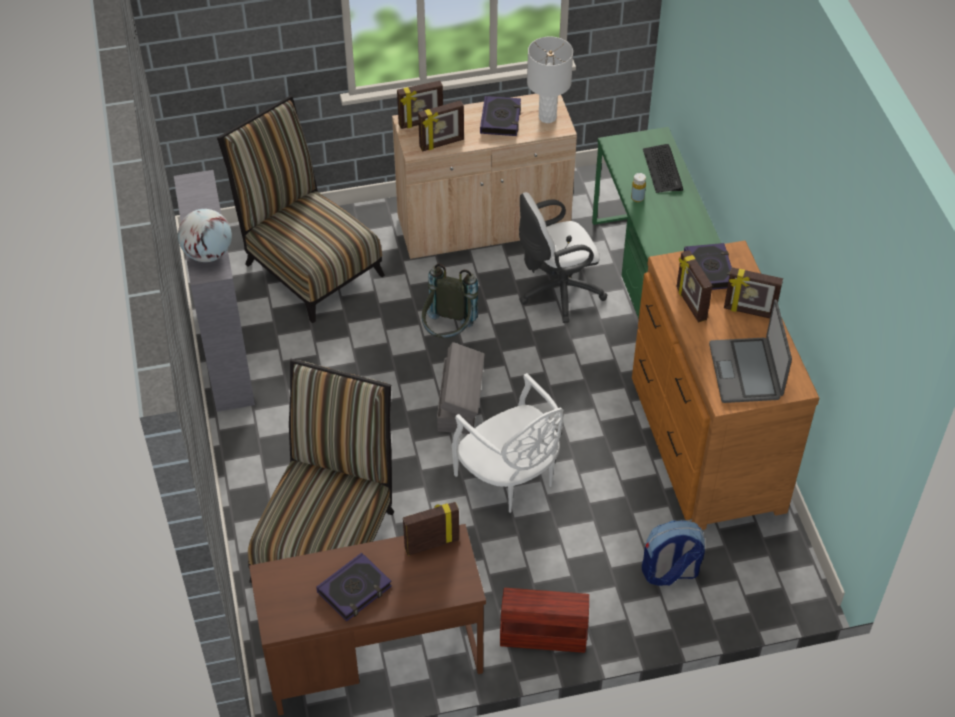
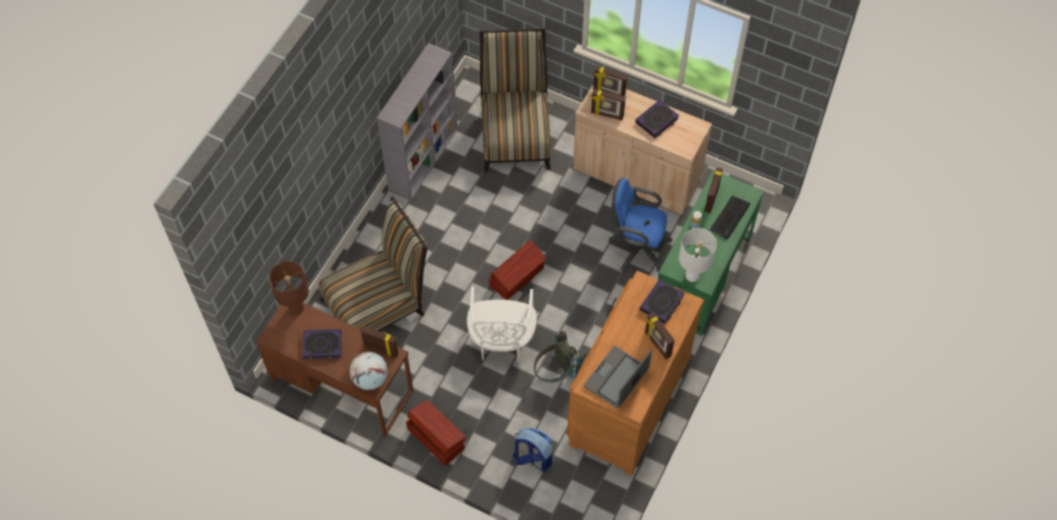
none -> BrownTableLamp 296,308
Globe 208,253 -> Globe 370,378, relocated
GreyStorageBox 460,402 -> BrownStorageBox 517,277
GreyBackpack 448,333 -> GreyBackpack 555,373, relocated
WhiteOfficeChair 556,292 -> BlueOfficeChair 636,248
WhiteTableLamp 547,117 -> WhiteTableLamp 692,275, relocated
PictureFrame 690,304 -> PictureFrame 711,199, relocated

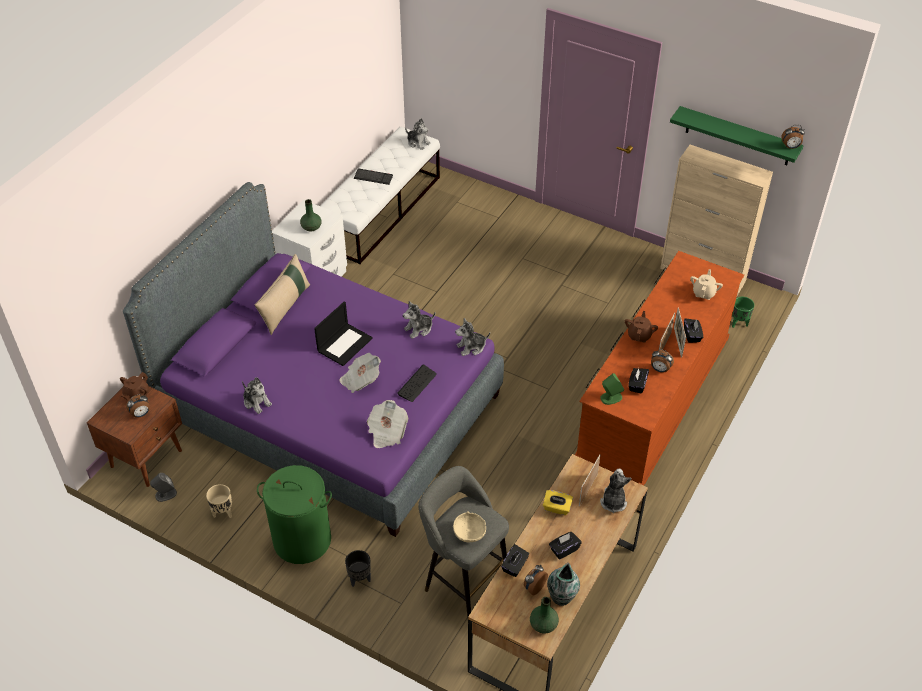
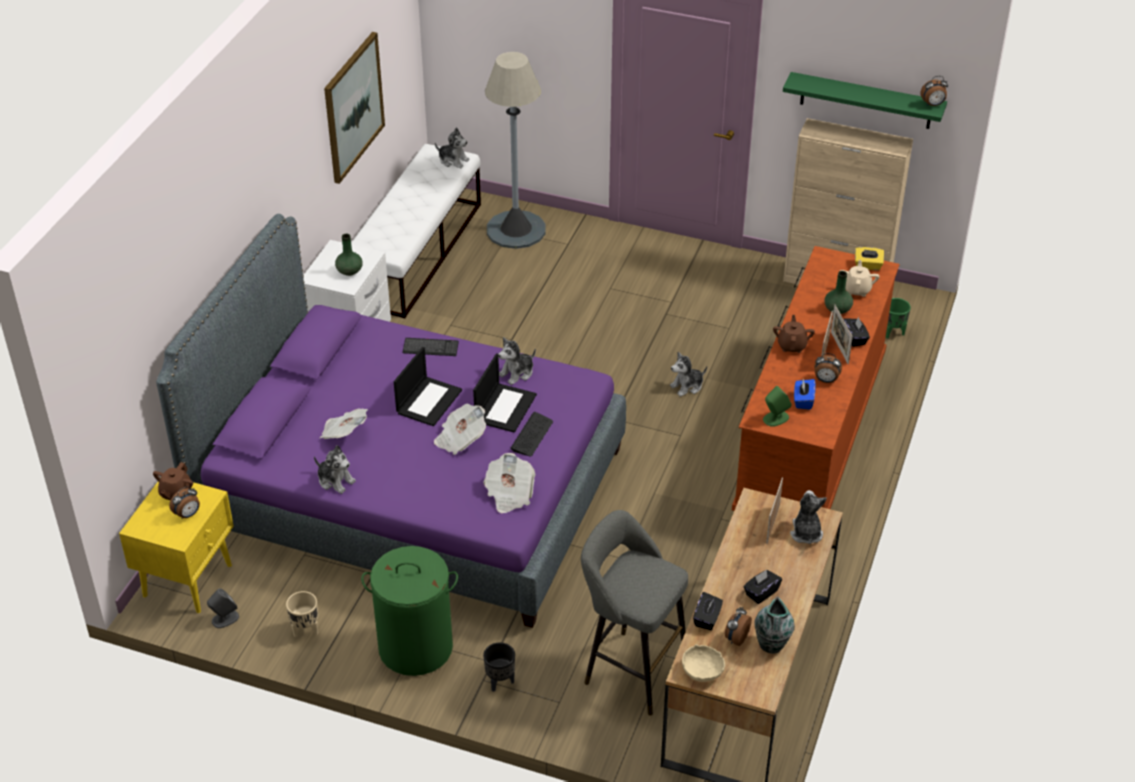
BrownNightstand 147,458 -> YellowNightstand 189,579
none -> Newspaper 344,433
none -> Picture 353,107
Keyboard 373,177 -> Keyboard 430,348, relocated
none -> Laptop 505,407
none -> GreyFloorLamp 516,230
PlushToy 471,347 -> PlushToy 687,386, relocated
BeigeBowl 469,533 -> BeigeBowl 702,671, relocated
BlackTissueBox 637,385 -> BlueTissueBox 803,401
GreenVase 543,624 -> GreenVase 837,309, relocated
YellowTissueBox 557,508 -> YellowTissueBox 868,266, relocated
BeigePillow 285,307 -> none

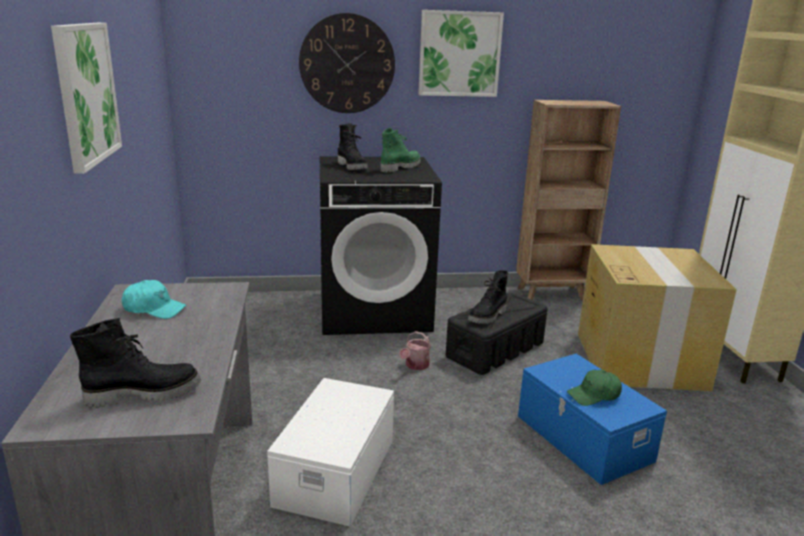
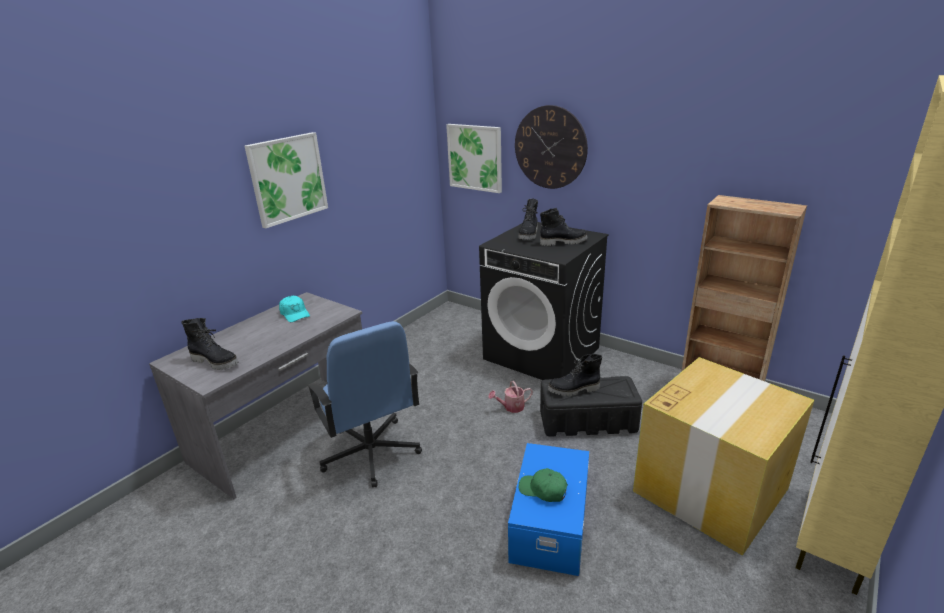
WhiteStorageBox 334,471 -> BlueOfficeChair 371,453
Picture 459,54 -> Picture 475,157, relocated
GreenBoot 399,167 -> BlackBoot 563,242

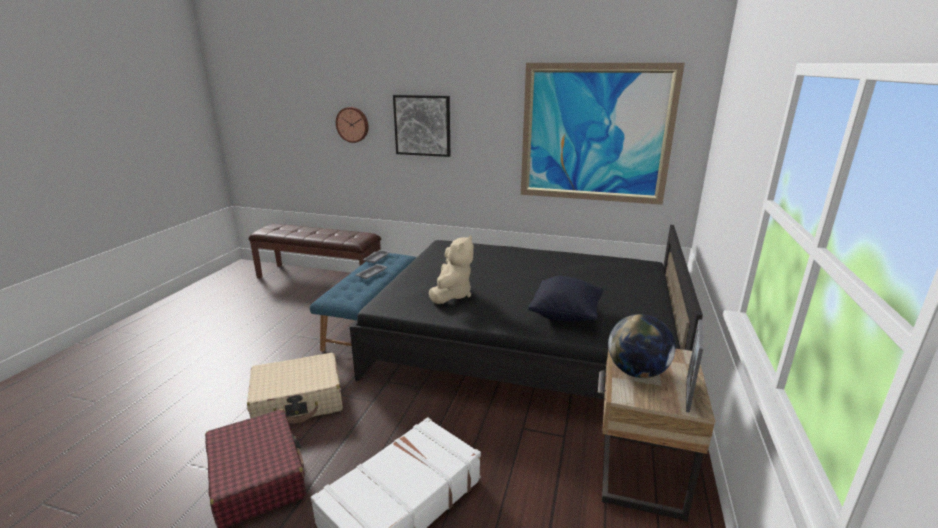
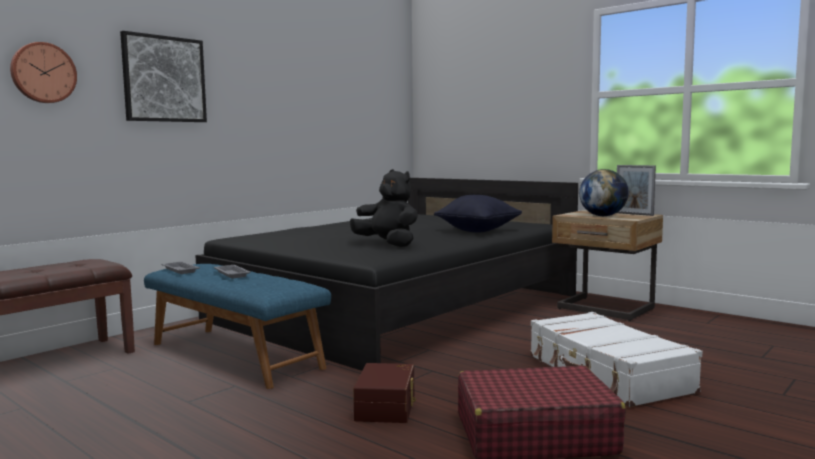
BeigePlushToy 452,295 -> BlackPlushToy 388,244
BeigeSuitcase 298,400 -> BrownStorageBox 387,407
Picture 595,134 -> none

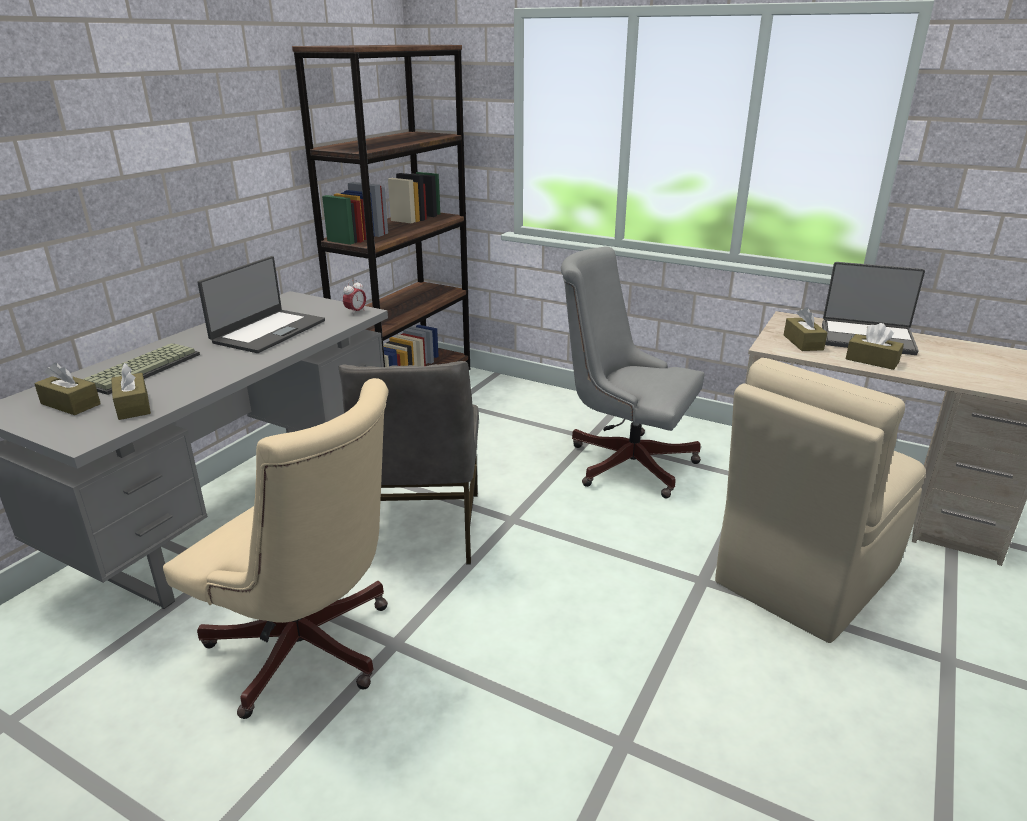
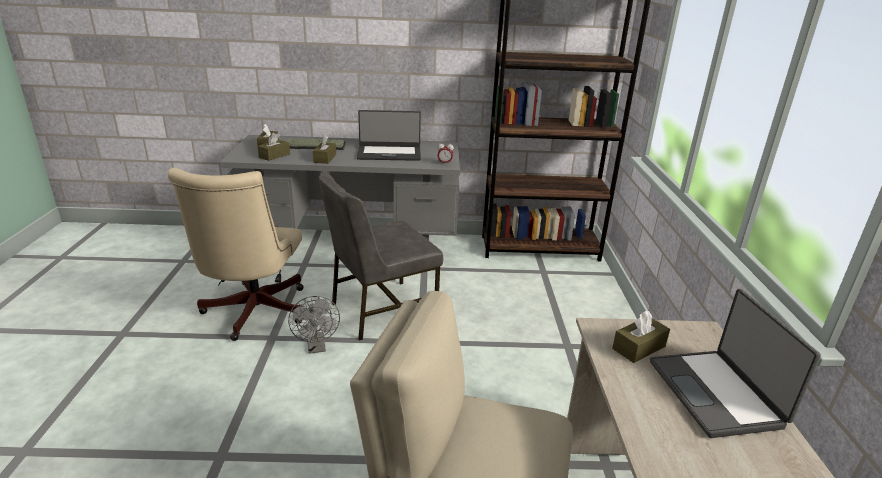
none -> GreyFan 317,347
BrownTissueBox 872,360 -> BrownTissueBox 325,158, relocated
GreyOfficeChair 624,461 -> none

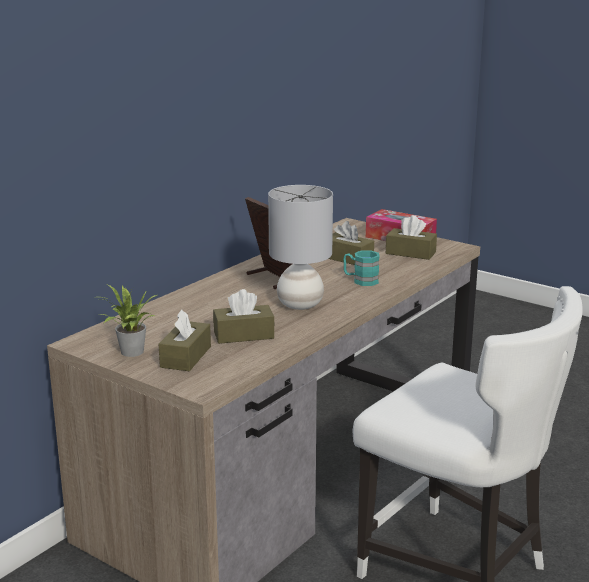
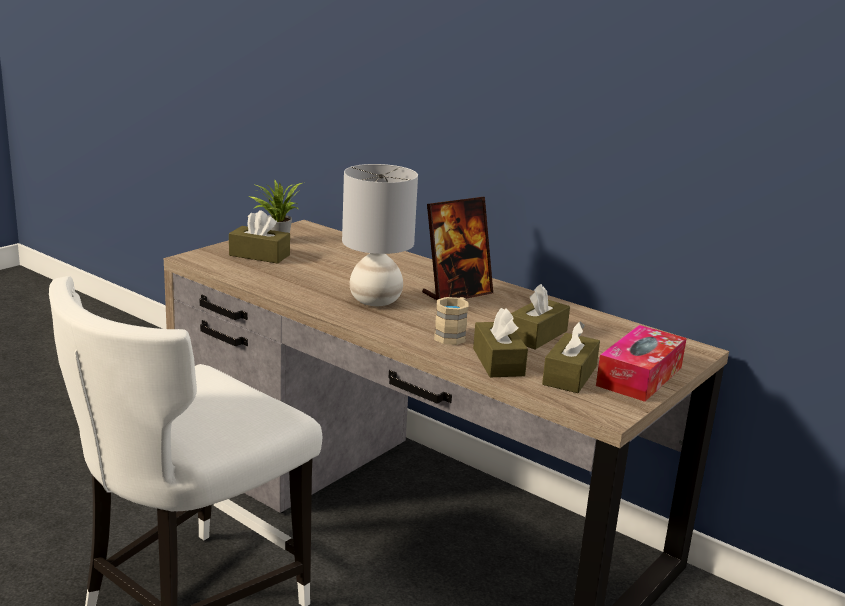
TurquoiseMug 360,280 -> BeigeMug 452,335
BrownTissueBox 243,335 -> BrownTissueBox 498,362, relocated

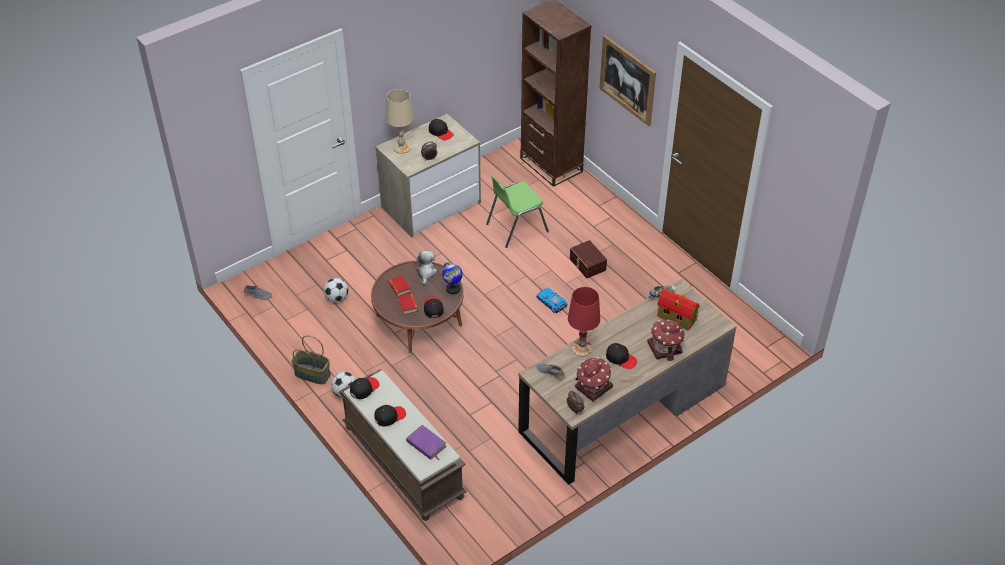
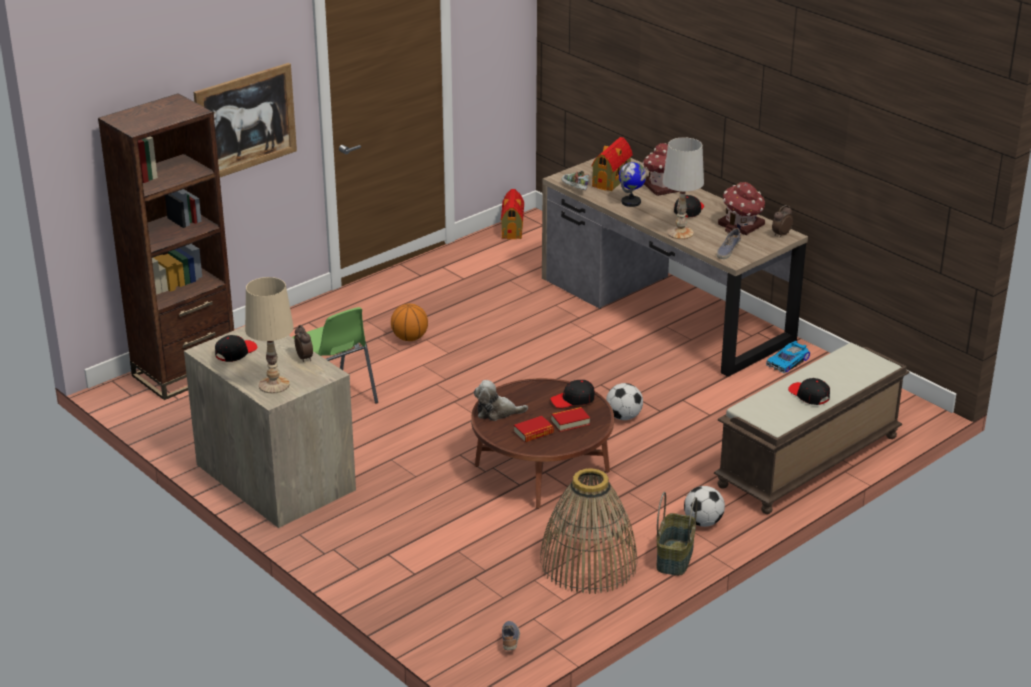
BrownStorageBox 587,264 -> Basketball 410,338
none -> ToyHouse 512,229
none -> Basket 588,563
Football 337,298 -> Football 623,417, relocated
Globe 453,289 -> Globe 631,202, relocated
RedTableLamp 582,348 -> WhiteTableLamp 680,233
ToyCar 551,302 -> ToyCar 788,362, relocated
BlackCap 364,389 -> none
PurpleBook 426,444 -> none

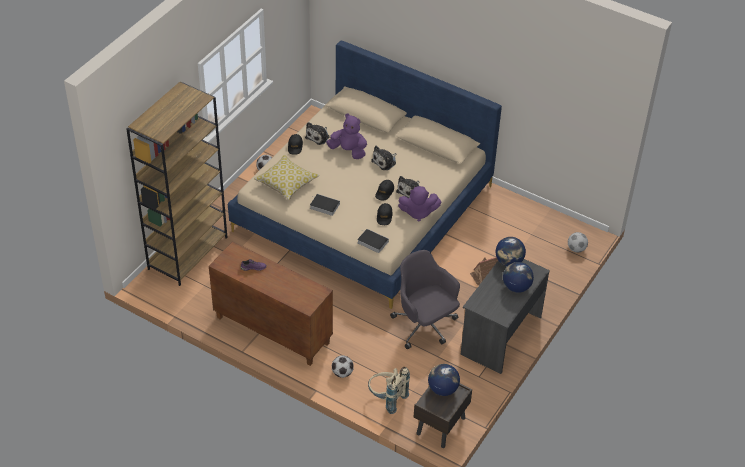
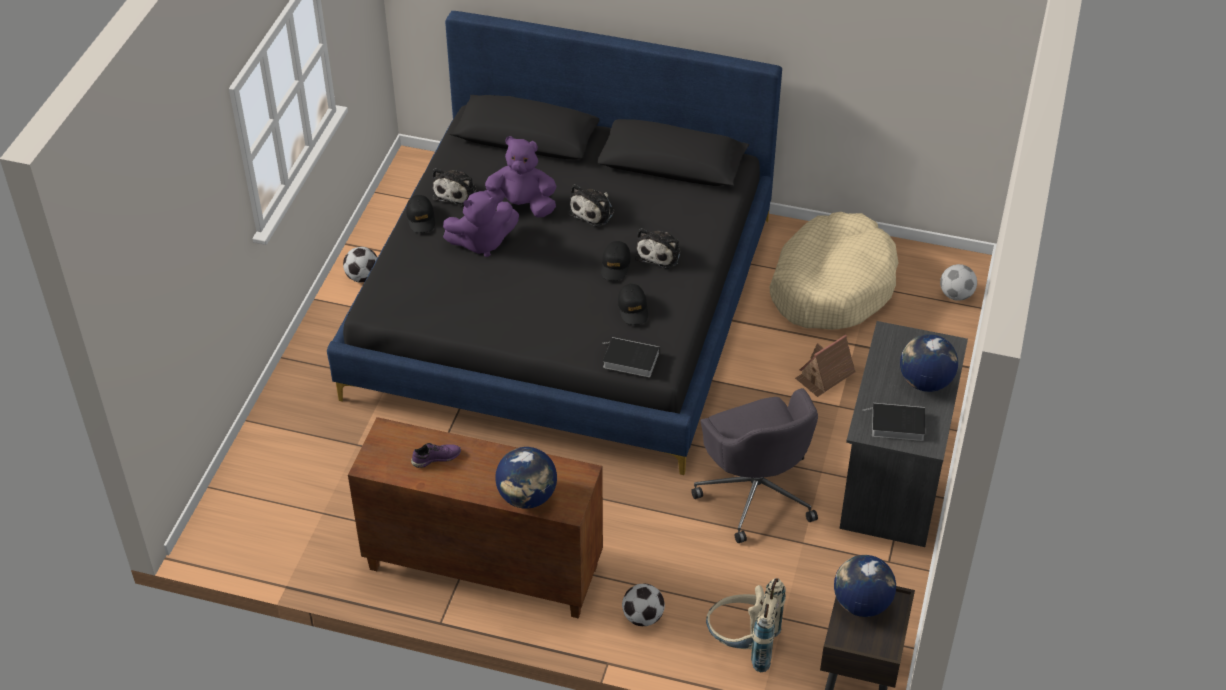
BeigeBed 364,208 -> BlackBed 564,305
PurplePlushToy 418,212 -> PurplePlushToy 481,242, relocated
Globe 509,262 -> Globe 527,497, relocated
GreyOfficeChair 425,326 -> GreyOfficeChair 756,492, 150 degrees counterclockwise
none -> BeigeDogBed 831,285
Book 323,206 -> Book 895,425, relocated
BrownBookcase 188,252 -> none
Pillow 287,183 -> none

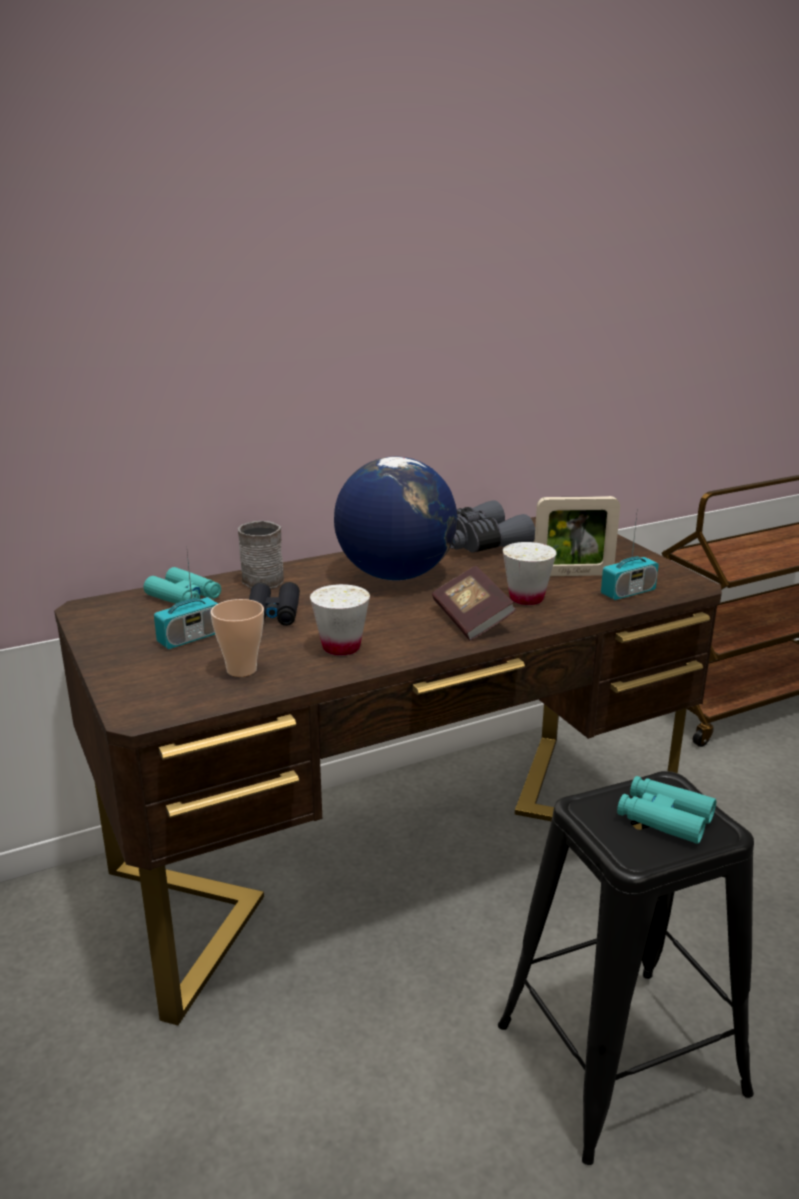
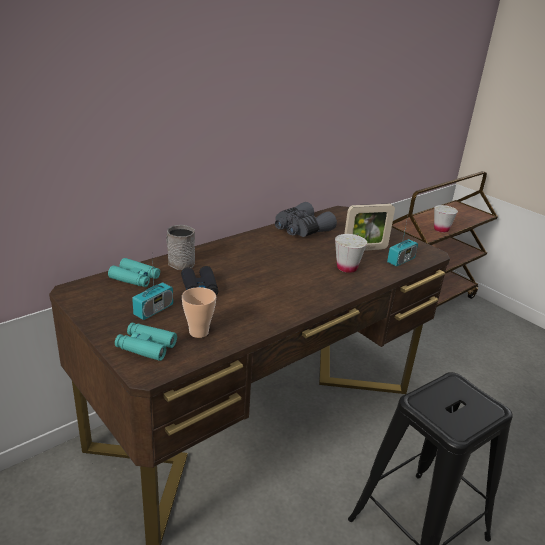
TurquoiseBinoculars 664,818 -> TurquoiseBinoculars 146,346, relocated
WhiteCup 341,647 -> WhiteCup 441,229, relocated
Globe 395,575 -> none
Book 472,620 -> none

